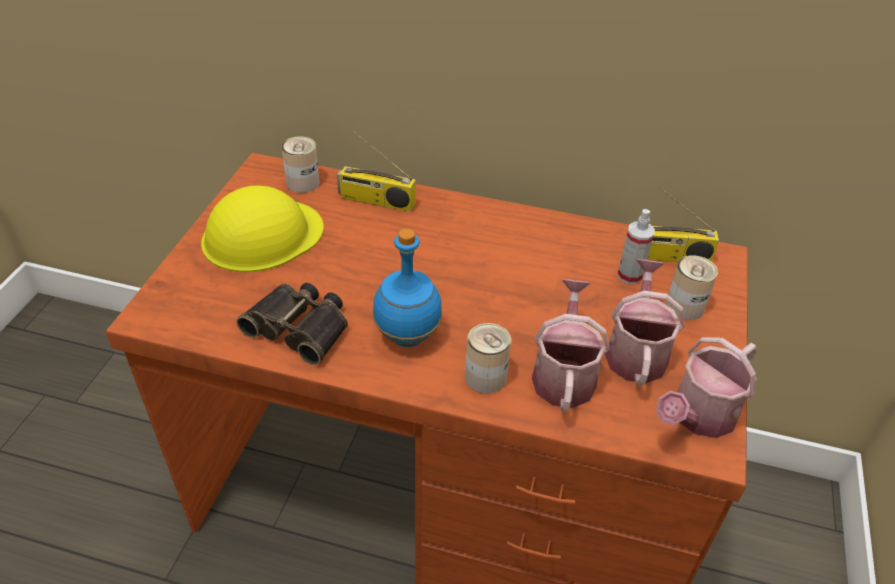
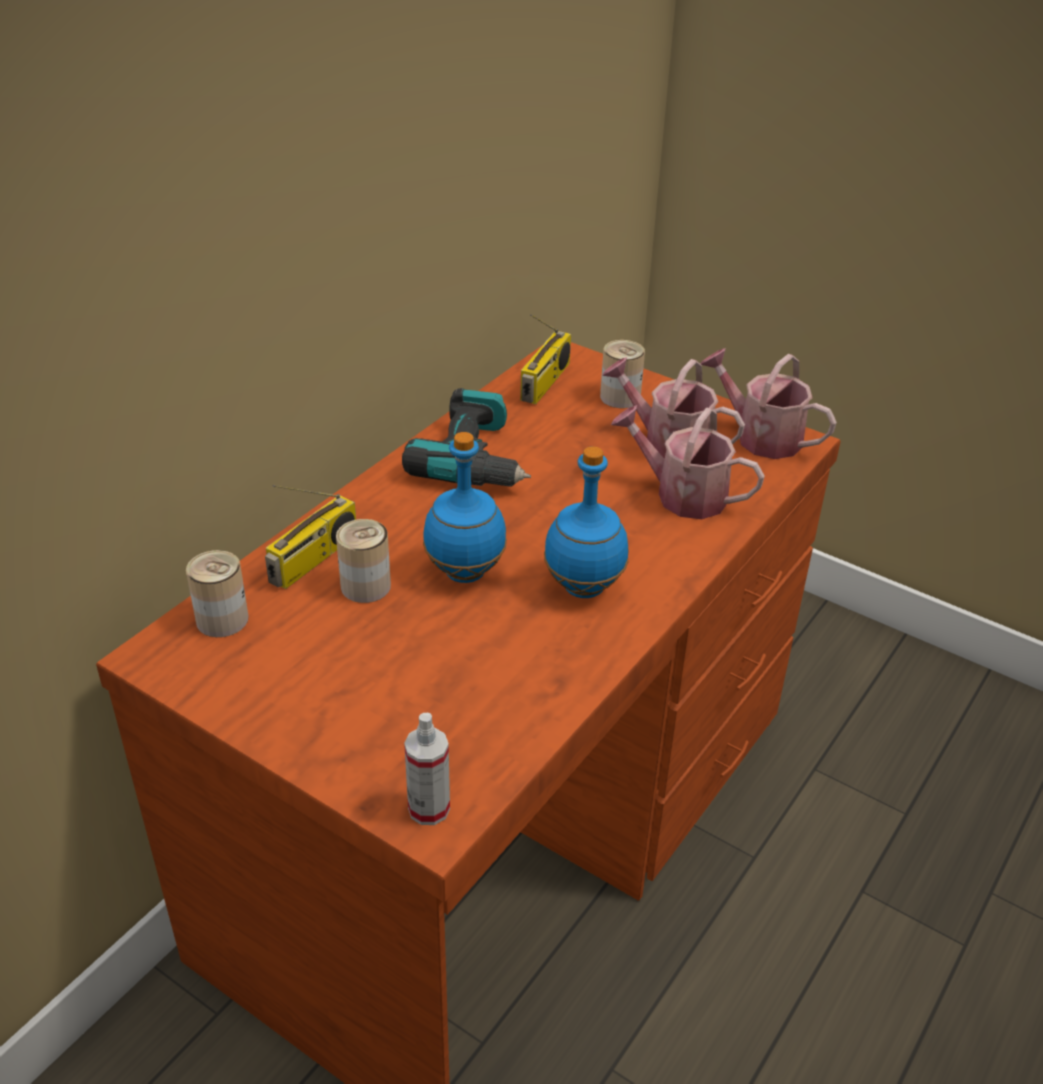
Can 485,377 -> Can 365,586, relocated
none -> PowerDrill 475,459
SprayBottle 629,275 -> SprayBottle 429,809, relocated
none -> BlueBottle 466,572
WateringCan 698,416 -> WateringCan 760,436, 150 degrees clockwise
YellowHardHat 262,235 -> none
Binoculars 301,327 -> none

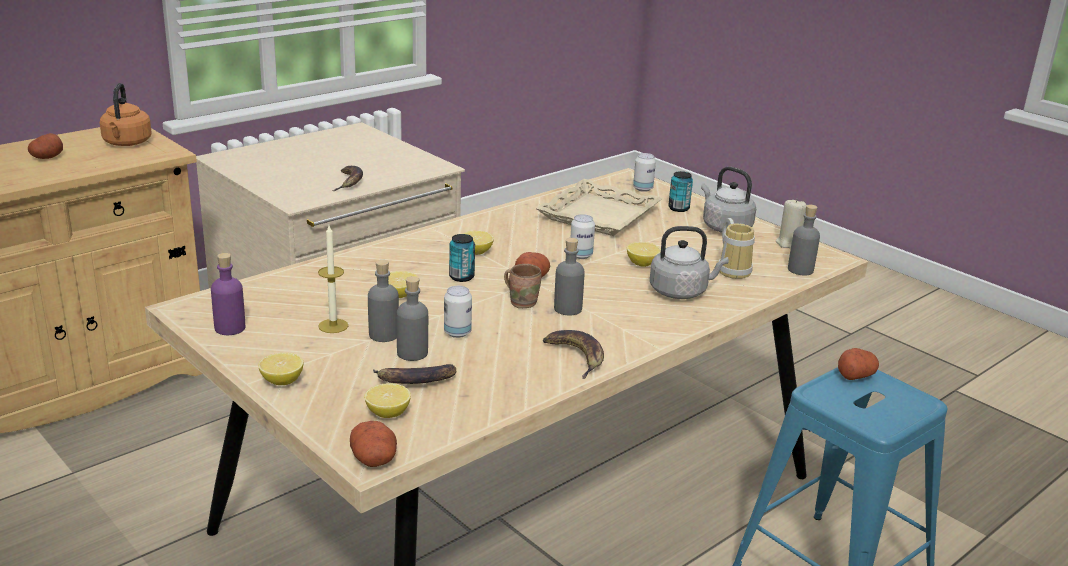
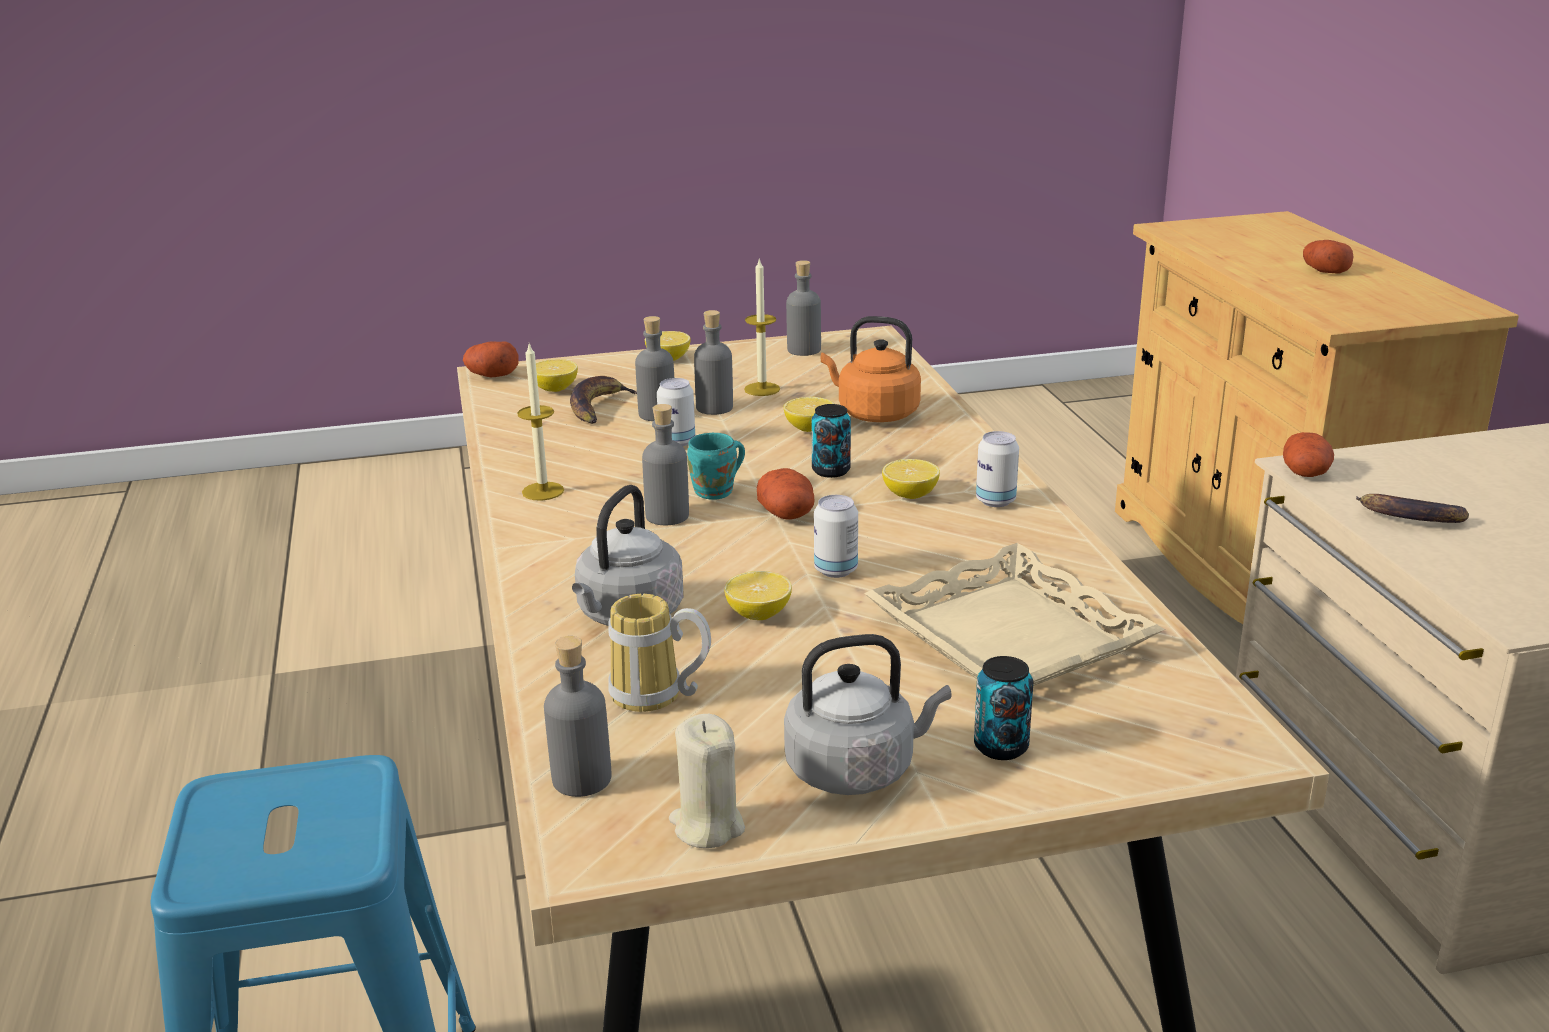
Banana 576,357 -> Candle 543,491
BrownMug 522,302 -> TurquoiseMug 717,492
PurpleBottle 230,328 -> GreyBottle 804,350
OrangeKettle 126,143 -> OrangeKettle 874,414, relocated
Can 643,189 -> Can 995,501, relocated
Potato 855,375 -> Potato 1306,473, relocated

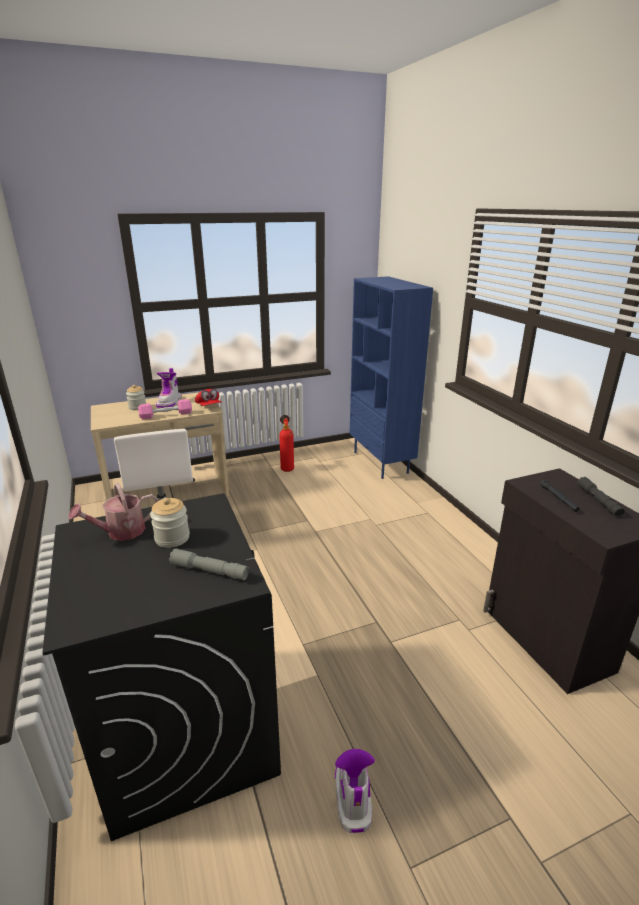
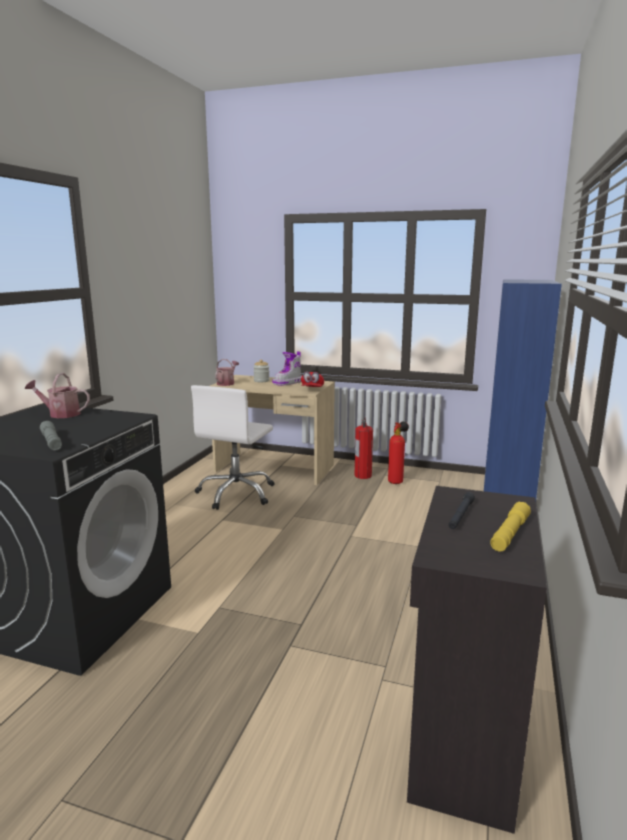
none -> WateringCan 227,383
none -> FireExtinguisher 363,475
GreyFlashlight 598,501 -> YellowFlashlight 510,533
PinkDumbbell 166,415 -> none
Jar 172,538 -> none
Boot 352,796 -> none

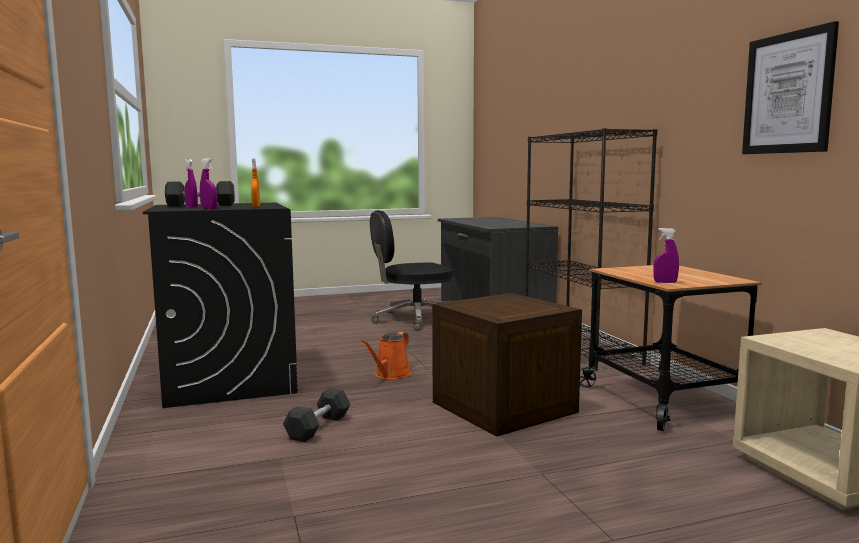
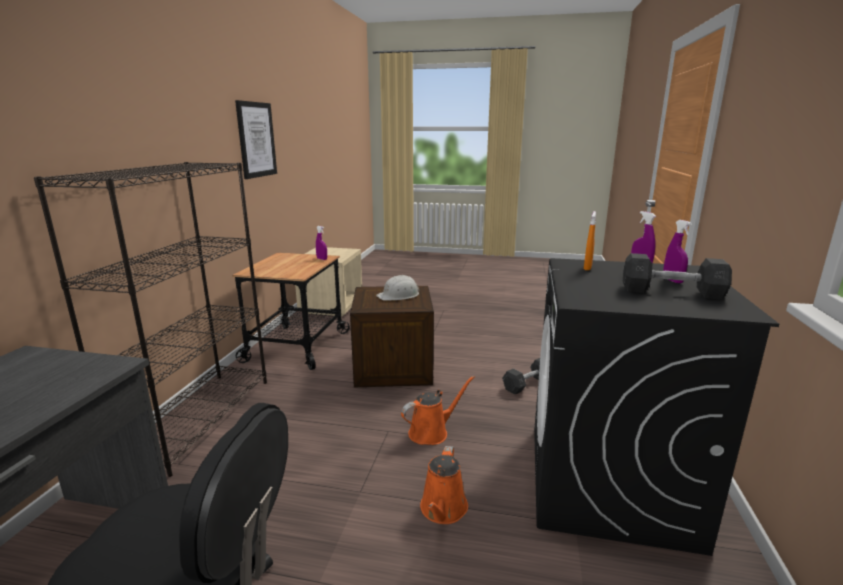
none -> WhiteHardHat 399,295
none -> OrangeWateringCan 443,510

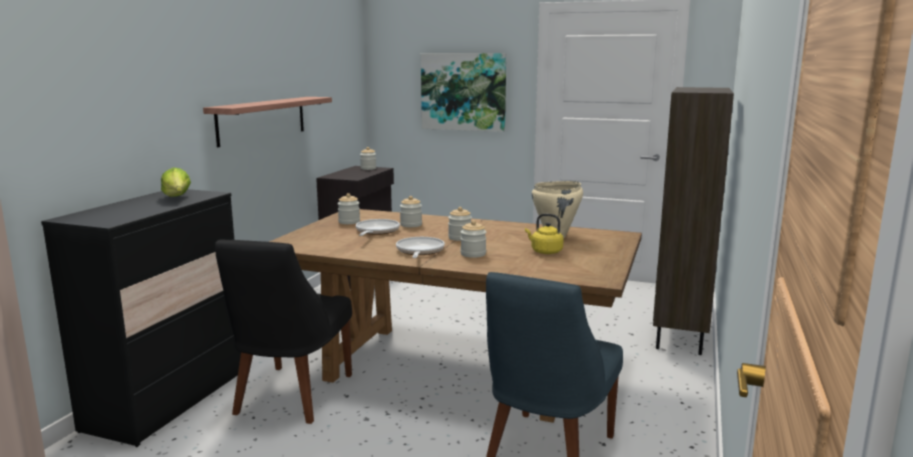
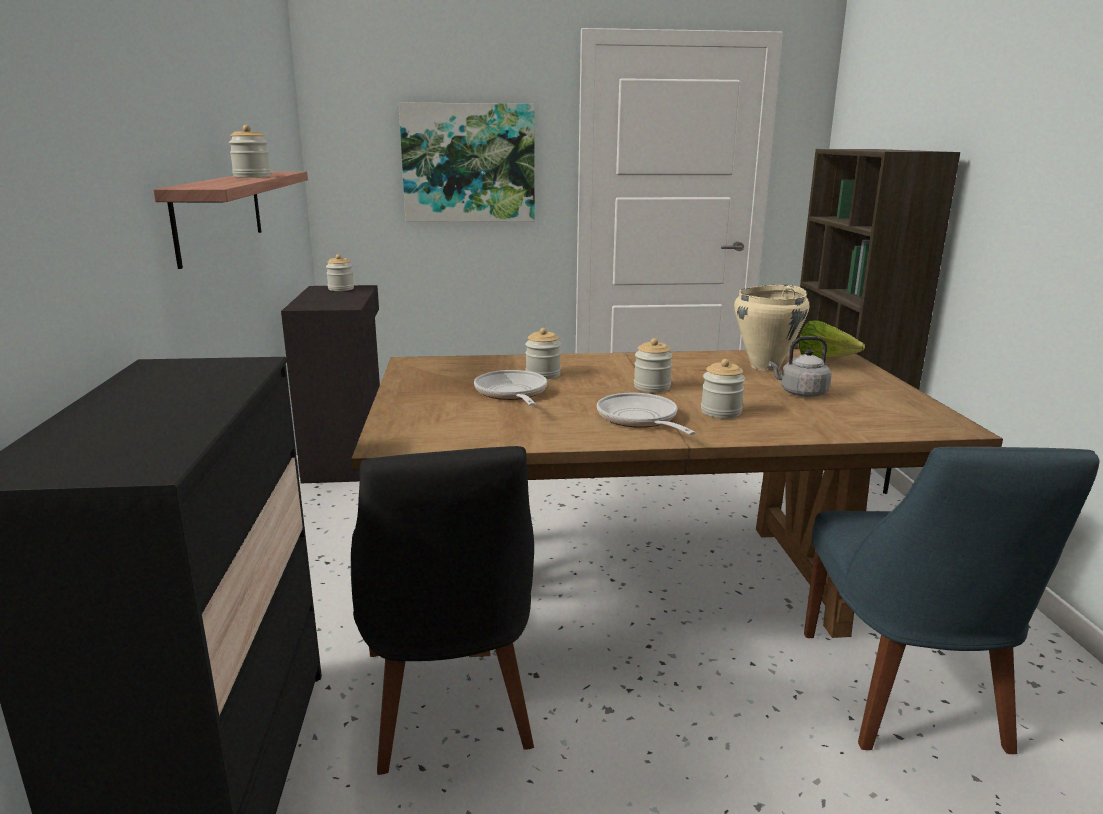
Jar 349,222 -> Jar 252,176, relocated
YellowKettle 545,251 -> GreyKettle 800,393
Lettuce 177,198 -> Lettuce 824,359, relocated

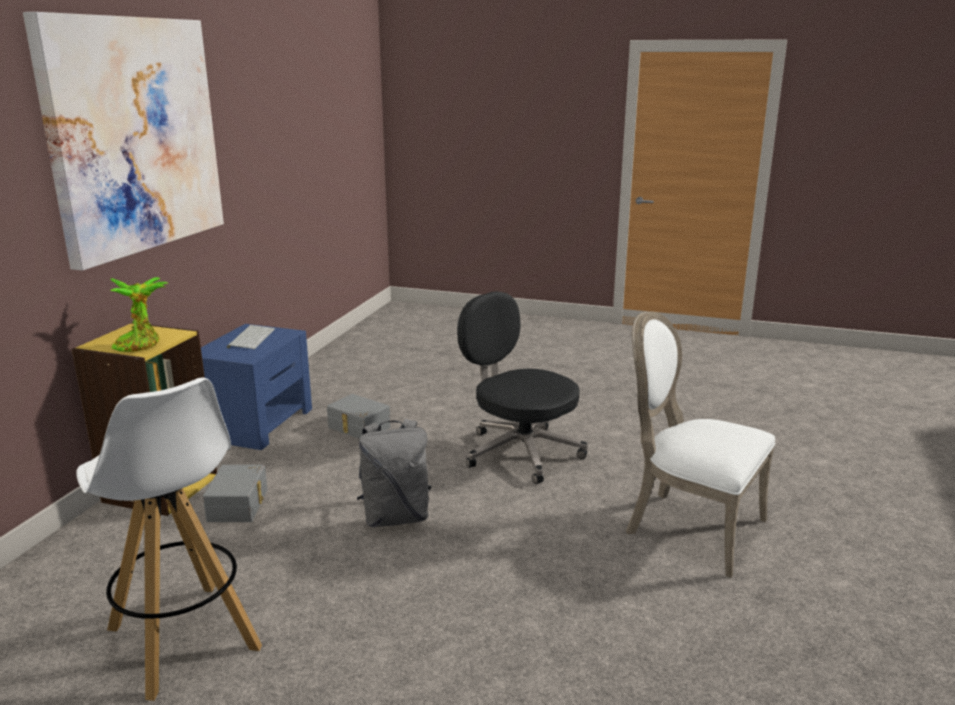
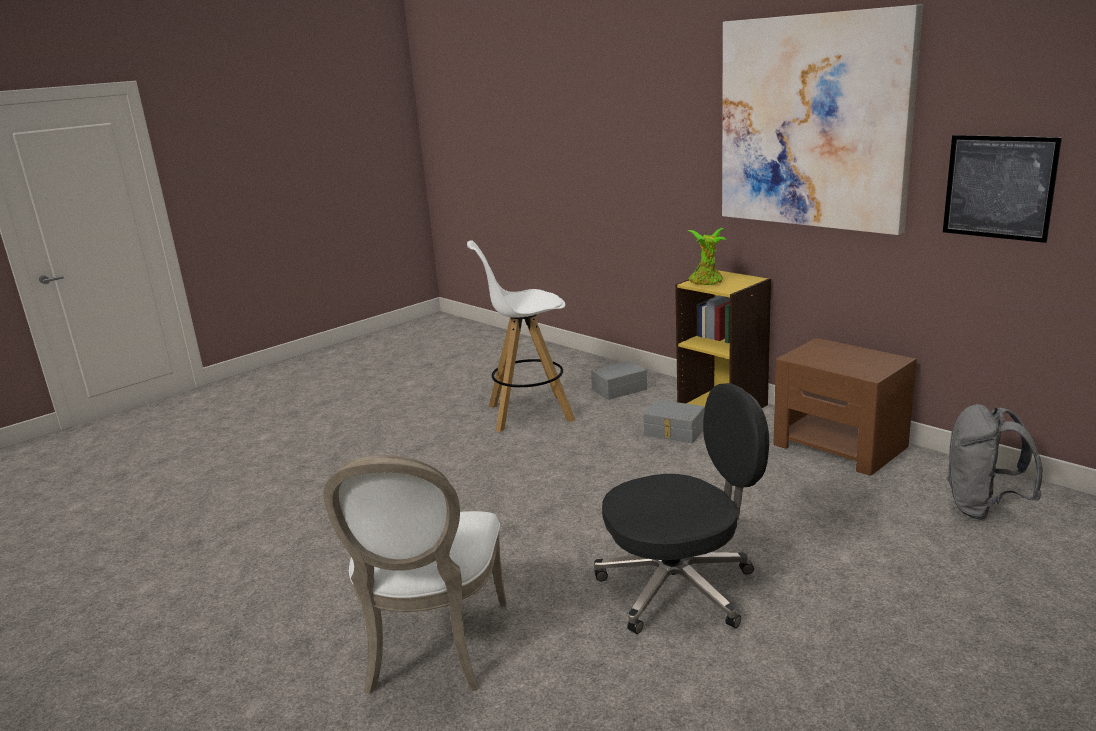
WhiteChair 689,527 -> WhiteChair 431,650, 120 degrees clockwise
GreyStorageBox 358,428 -> GreyStorageBox 618,389, relocated
BlueNightstand 257,423 -> BrownNightstand 840,446
none -> Picture 999,187
GreyBackpack 396,517 -> GreyBackpack 983,508, relocated
Keyboard 251,338 -> none

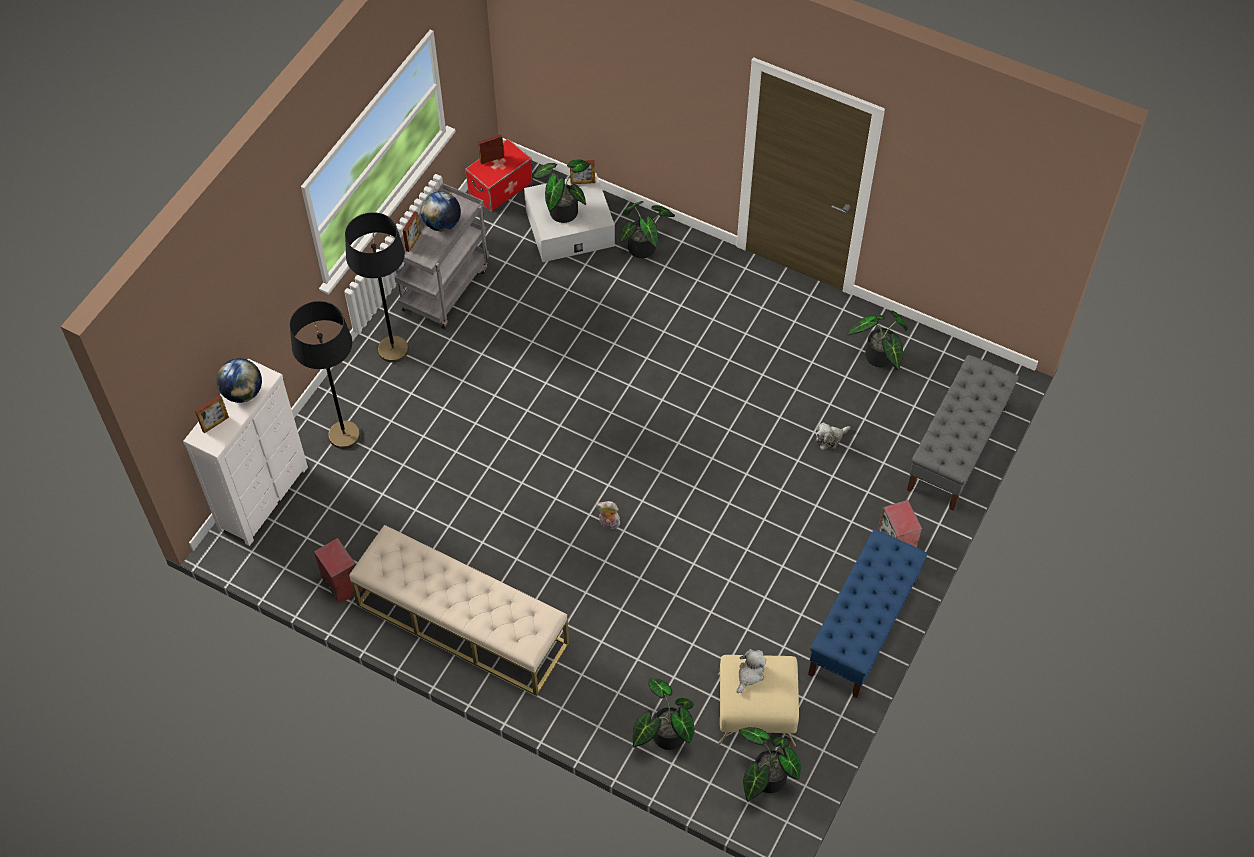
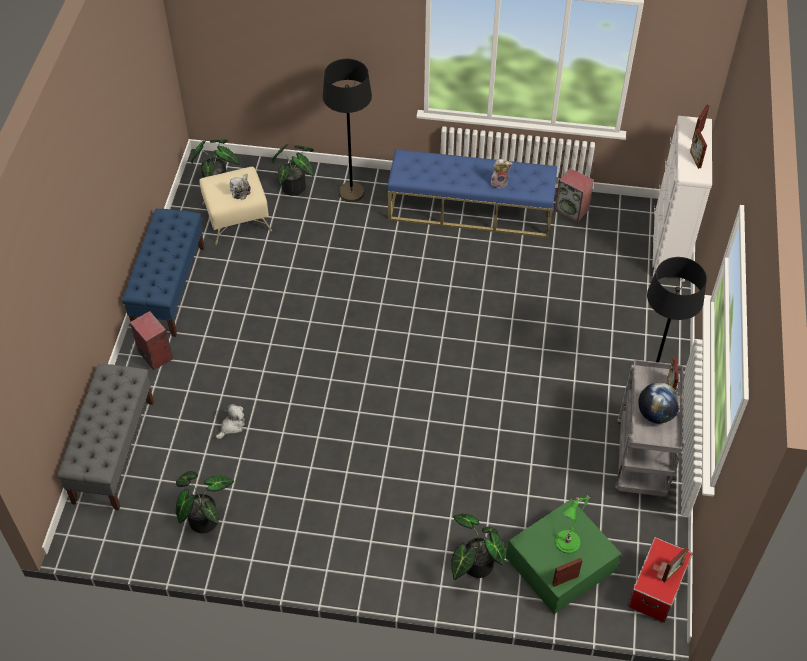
BlackFloorLamp 344,435 -> BlackFloorLamp 351,193, relocated
BeigeBench 461,624 -> BlueBench 471,210
PlushToy 608,523 -> PlushToy 499,182, relocated
WhiteStorageBox 569,227 -> GreenStorageBox 561,564
PottedPlant 562,209 -> GreenTableLamp 569,540
Globe 243,392 -> PictureFrame 695,159

